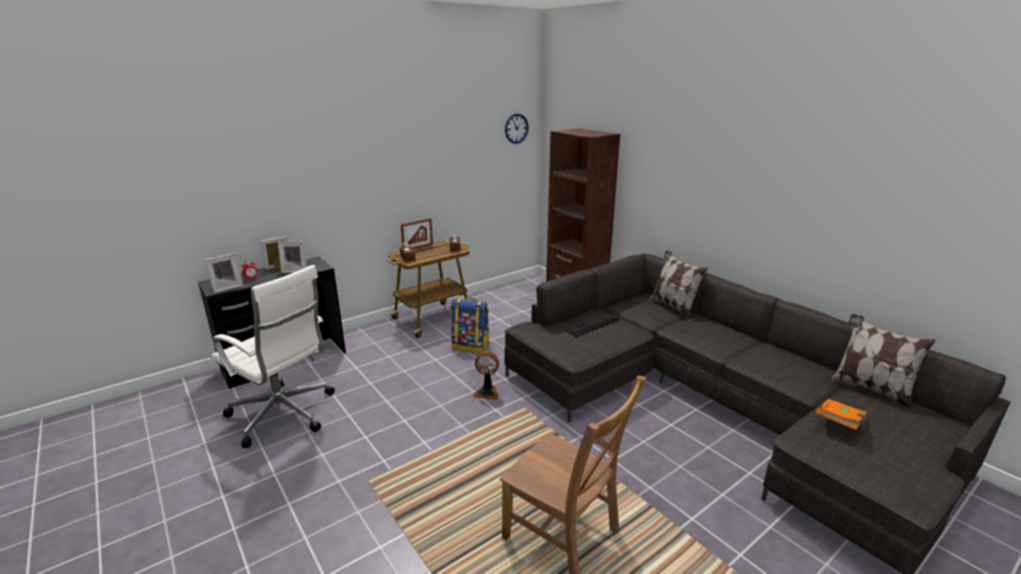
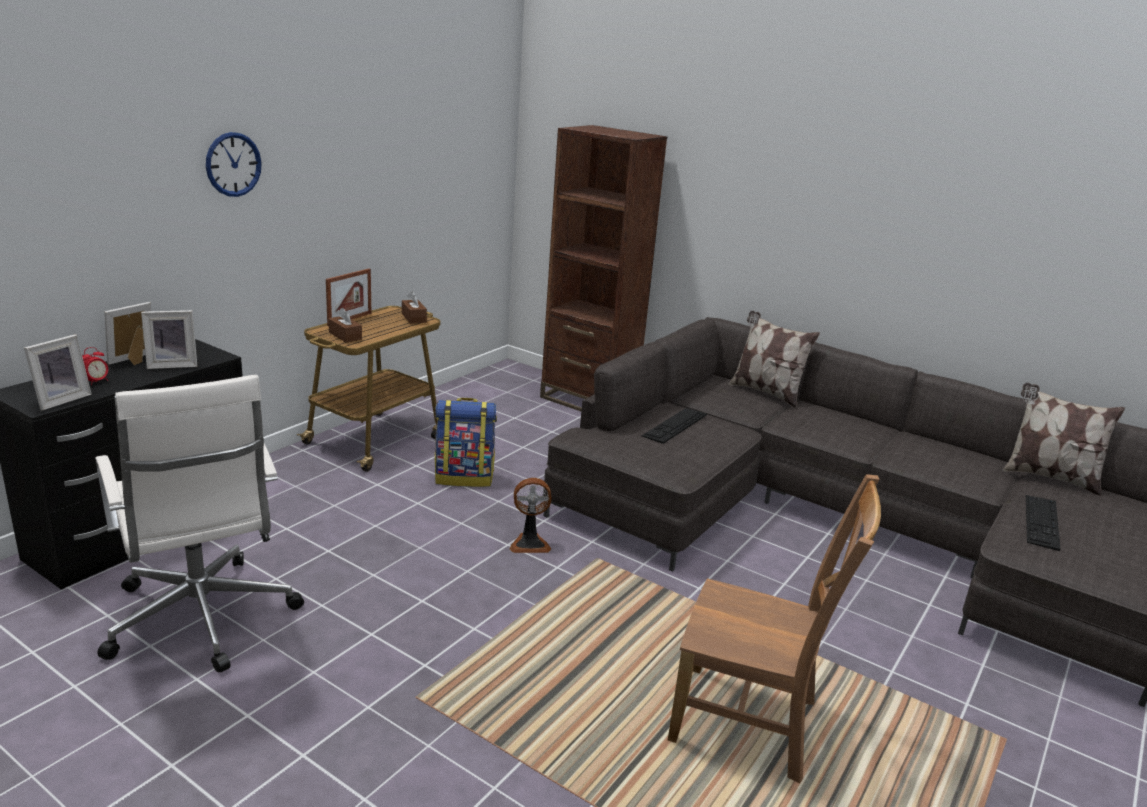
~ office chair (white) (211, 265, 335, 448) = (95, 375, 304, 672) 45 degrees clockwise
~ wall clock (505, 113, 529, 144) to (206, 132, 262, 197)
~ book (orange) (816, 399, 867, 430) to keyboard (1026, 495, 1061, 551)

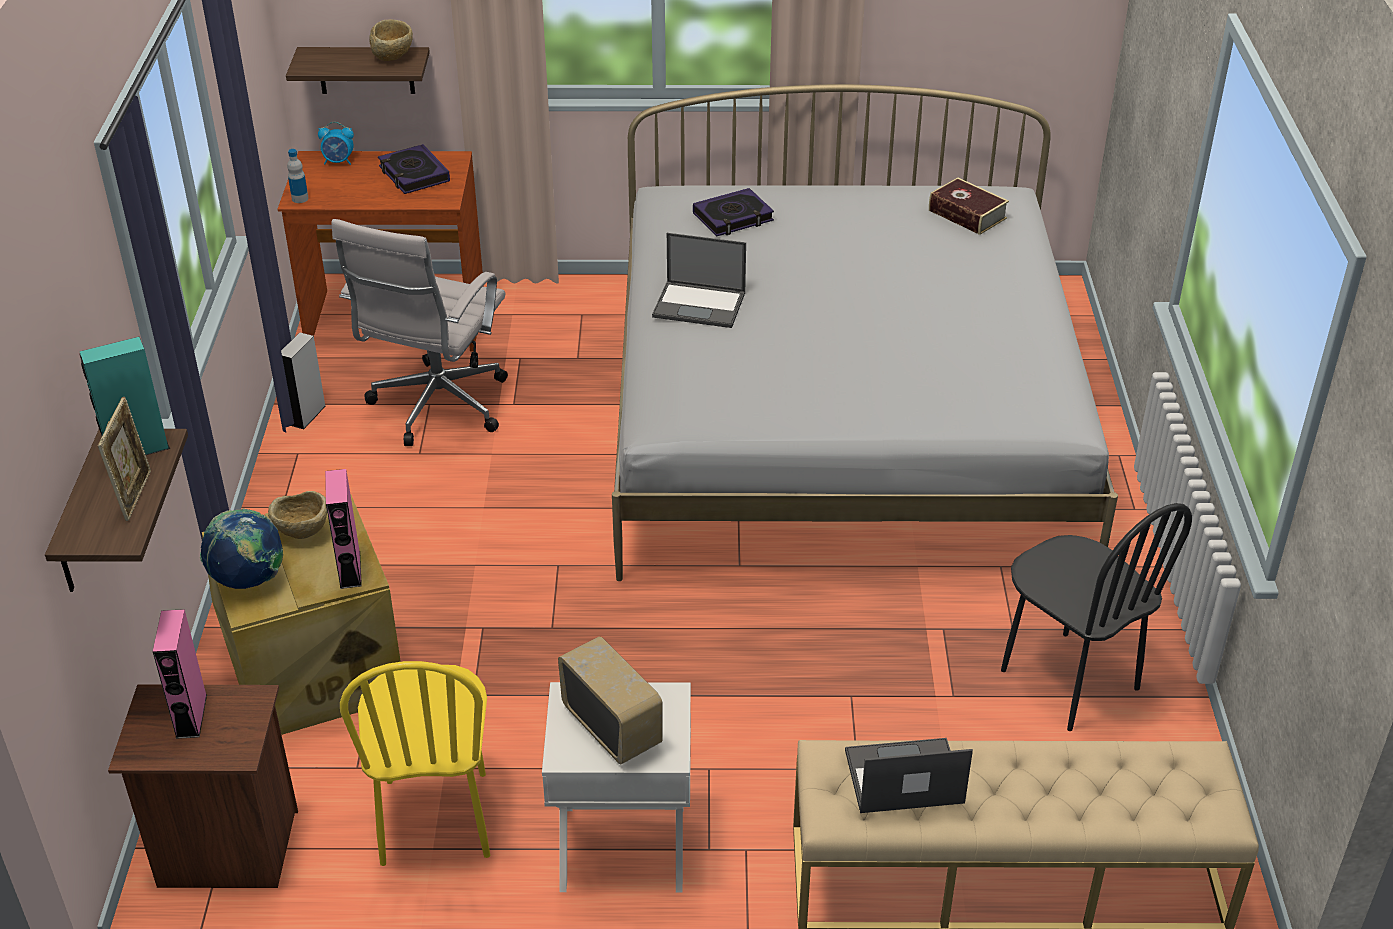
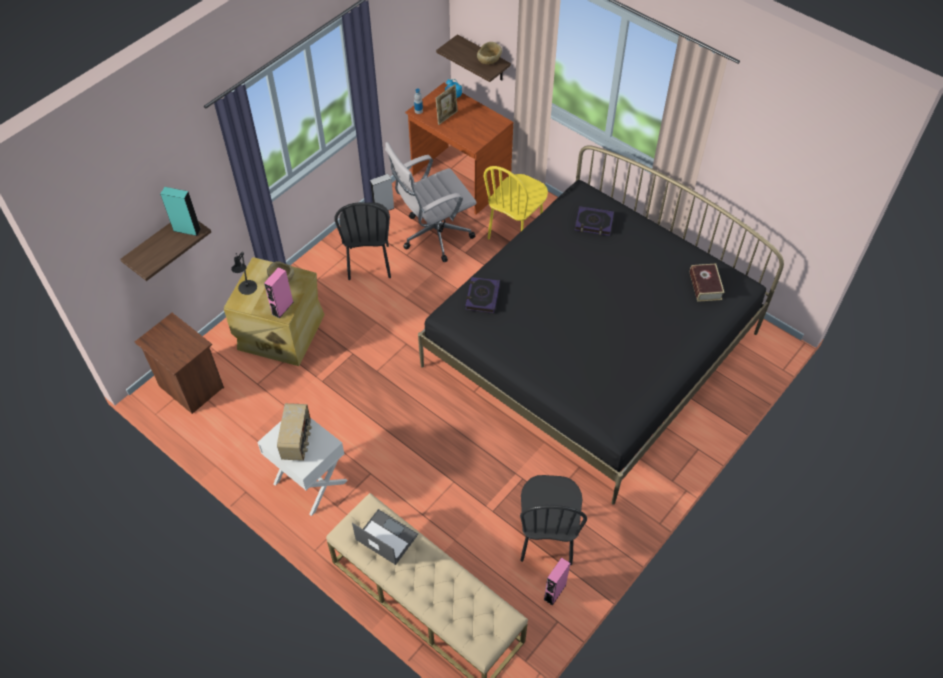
~ globe (200, 508, 283, 589) to table lamp (black) (231, 252, 257, 295)
+ chair (black) (334, 202, 391, 280)
~ bed (white) (612, 84, 1118, 581) to bed (black) (418, 145, 784, 505)
~ picture frame (98, 397, 151, 521) to (436, 84, 458, 125)
~ book (378, 144, 450, 194) to (465, 277, 500, 313)
~ chair (yellow) (340, 661, 490, 866) to (484, 166, 548, 239)
~ speaker (pink) (153, 609, 207, 739) to (544, 557, 570, 606)
- laptop (652, 233, 746, 328)

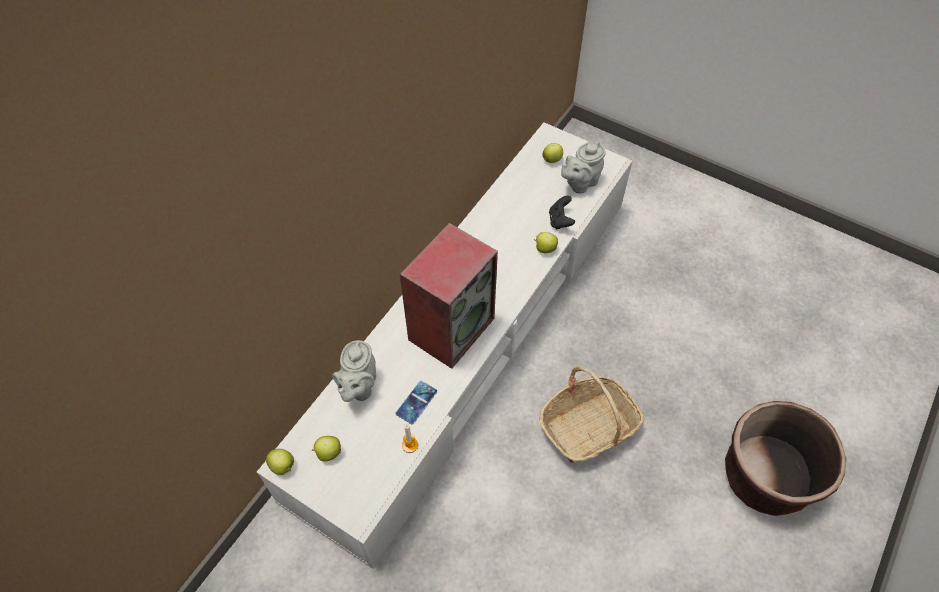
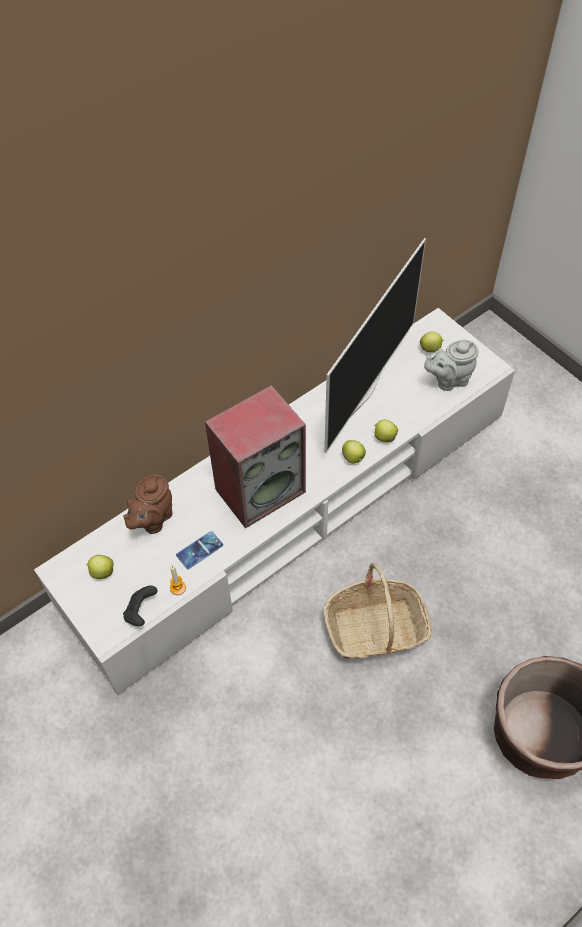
~ teapot (grey) (332, 340, 376, 402) to teapot (brown) (123, 474, 173, 534)
~ game controller (black) (549, 196, 575, 230) to (123, 585, 158, 626)
+ television (324, 238, 426, 453)
~ apple (266, 449, 294, 475) to (342, 440, 366, 464)

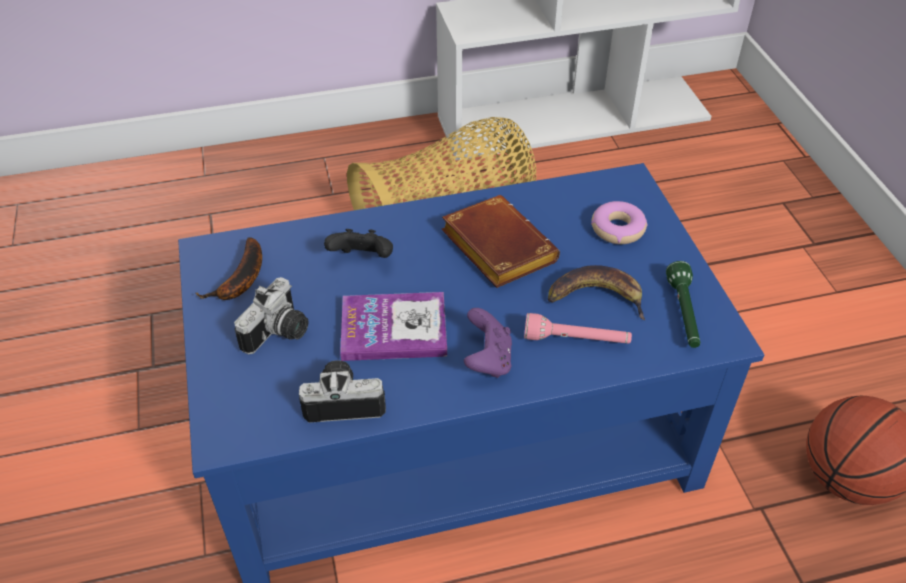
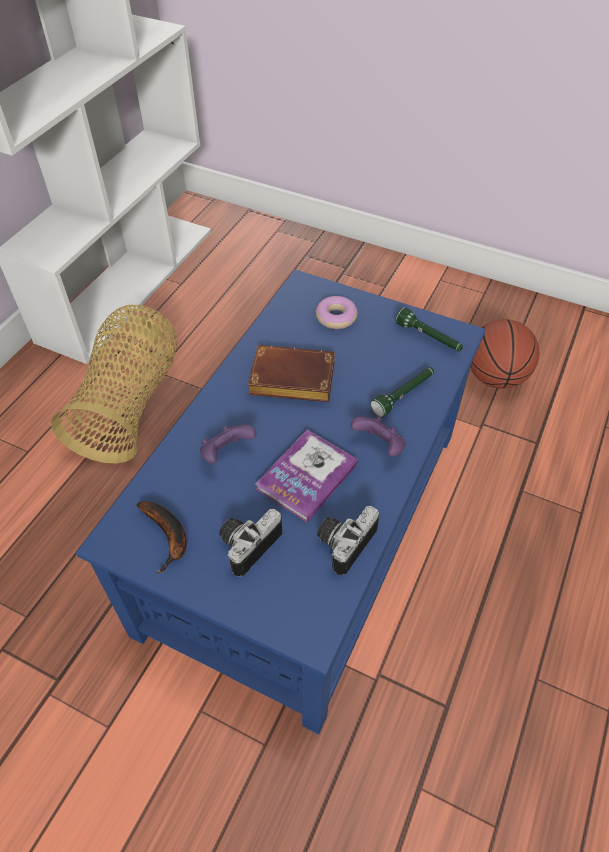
~ game controller (black) (324, 229, 393, 258) to game controller (purple) (200, 424, 256, 464)
~ photo camera (234, 277, 308, 354) = (219, 509, 283, 576) 120 degrees counterclockwise
~ flashlight (pink) (524, 313, 632, 344) to flashlight (green) (370, 367, 434, 417)
- banana (548, 265, 645, 320)

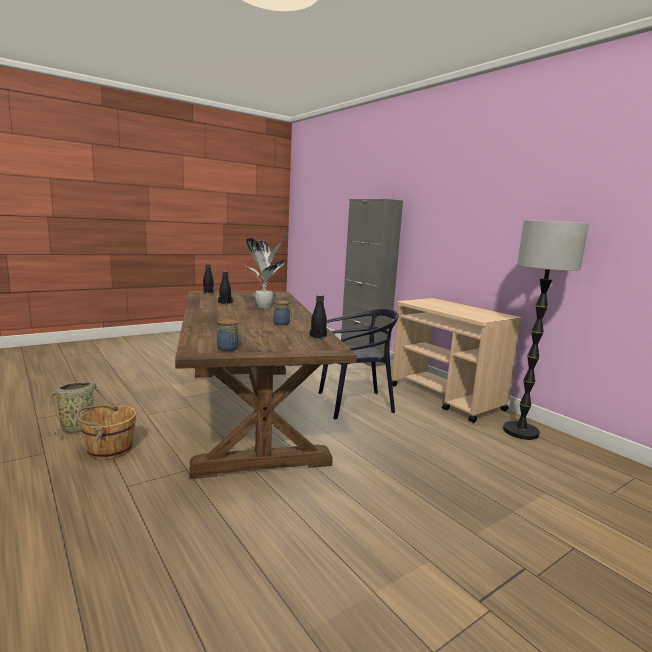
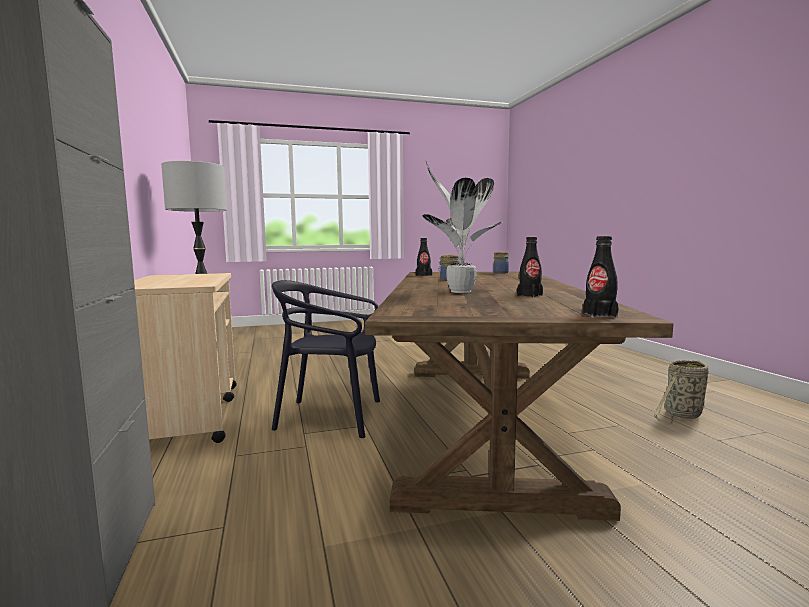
- bucket (brown) (76, 404, 136, 460)

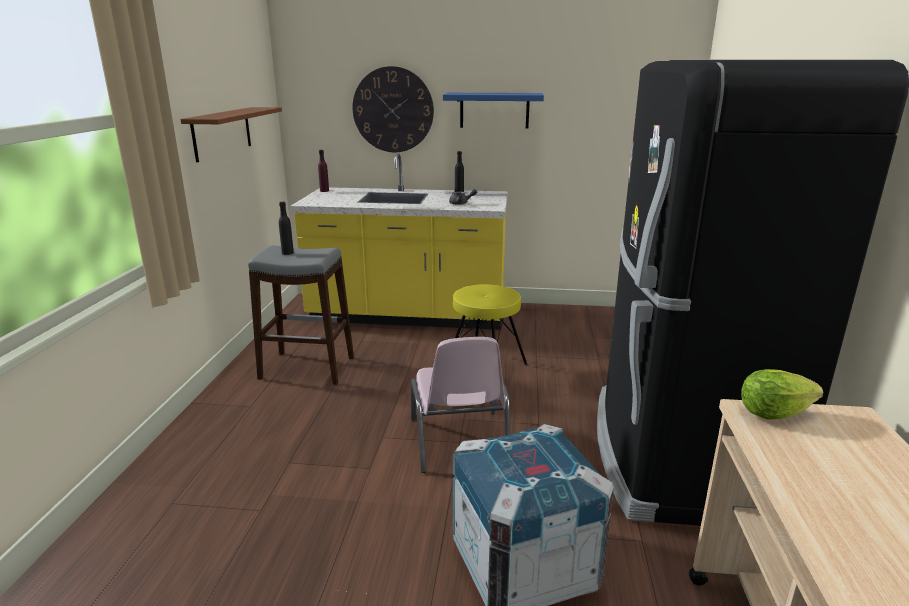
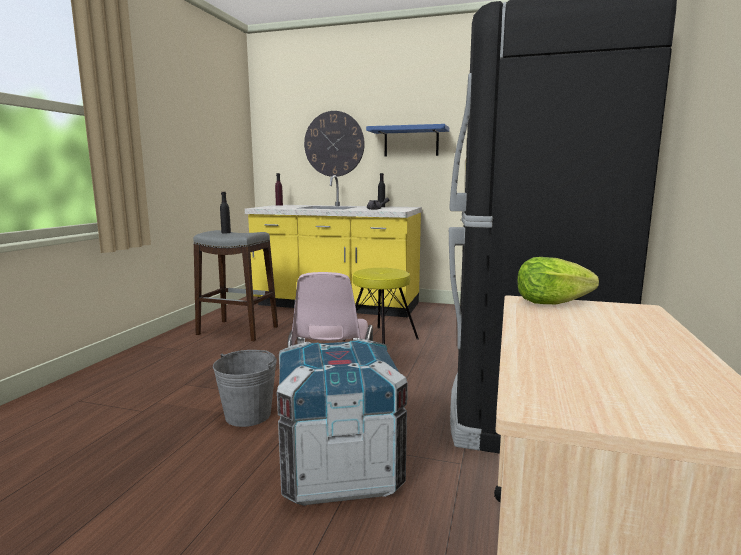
+ bucket (grey) (213, 350, 277, 427)
- shelf (brown) (180, 107, 282, 162)

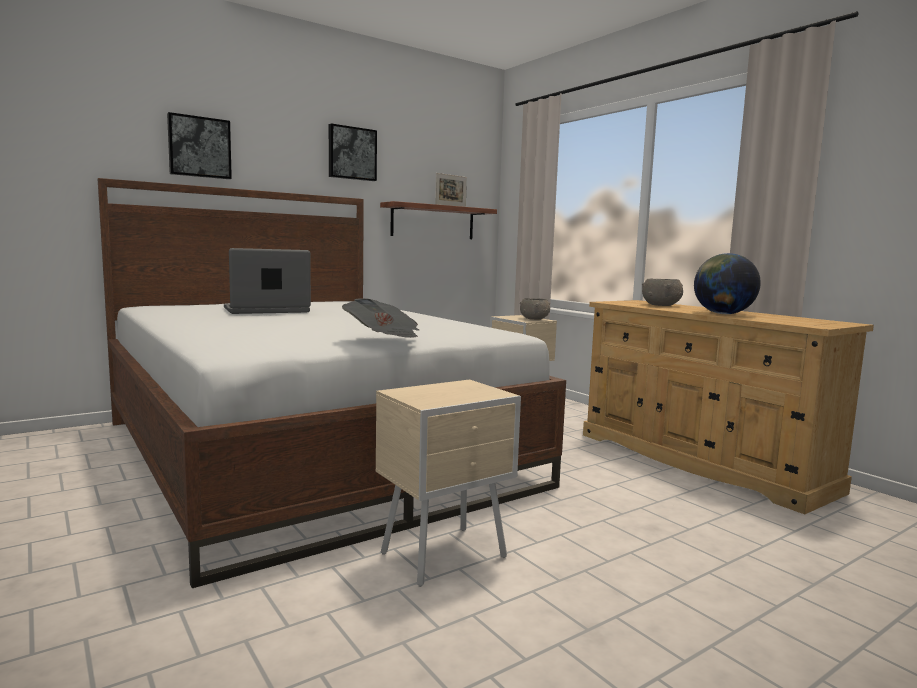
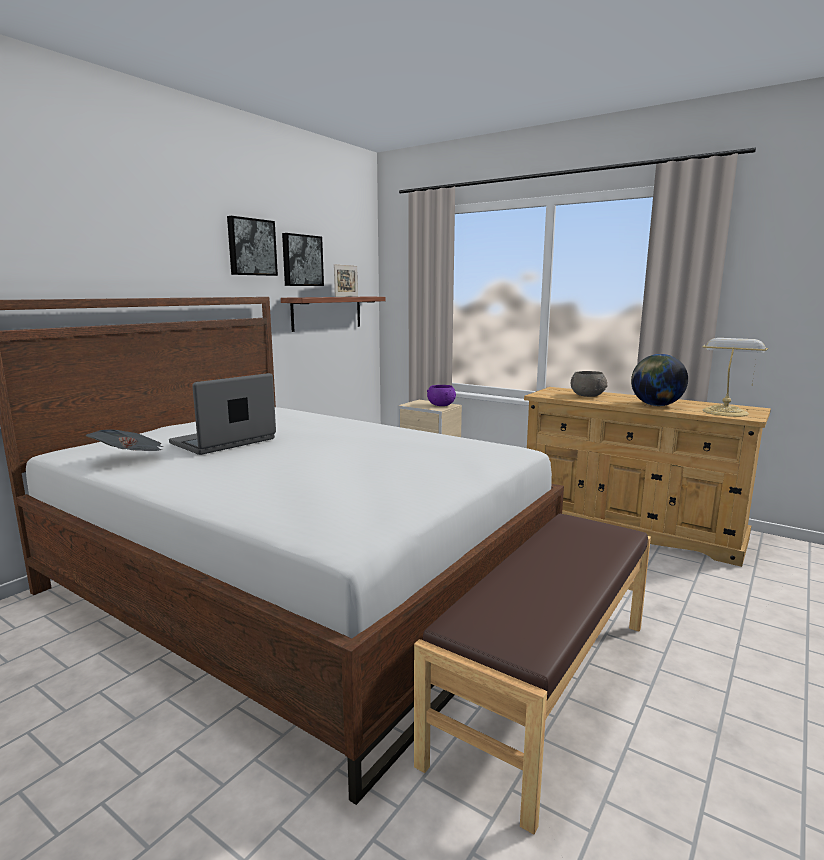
~ newspaper (342, 298, 419, 338) to (85, 429, 163, 451)
~ picture (167, 112, 232, 179) to (282, 233, 324, 286)
~ nightstand (beige) (376, 379, 521, 587) to bench (brown) (414, 513, 651, 835)
~ bowl (grey) (520, 298, 550, 320) to bowl (purple) (427, 385, 456, 406)
+ table lamp (702, 338, 768, 417)

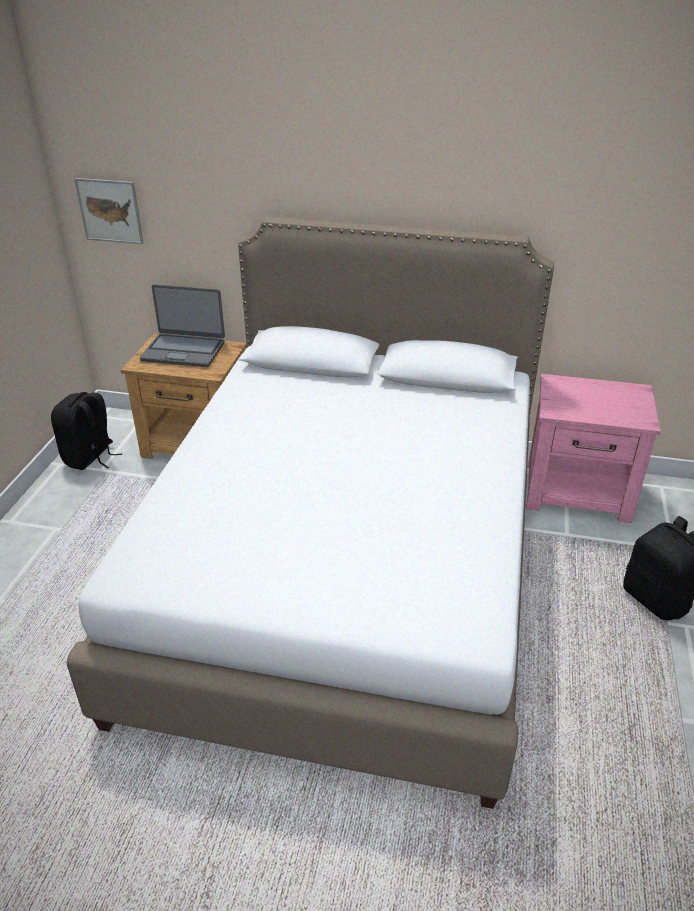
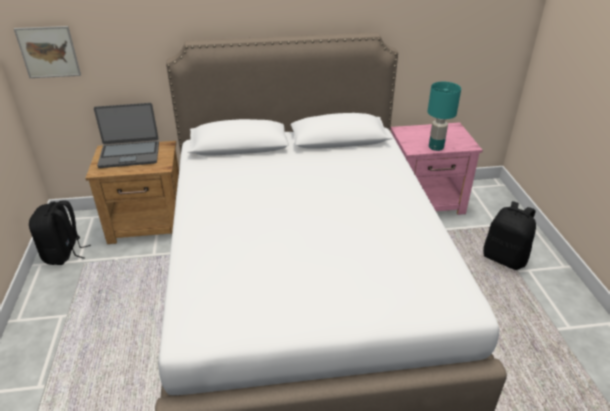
+ table lamp (turquoise) (427, 82, 461, 151)

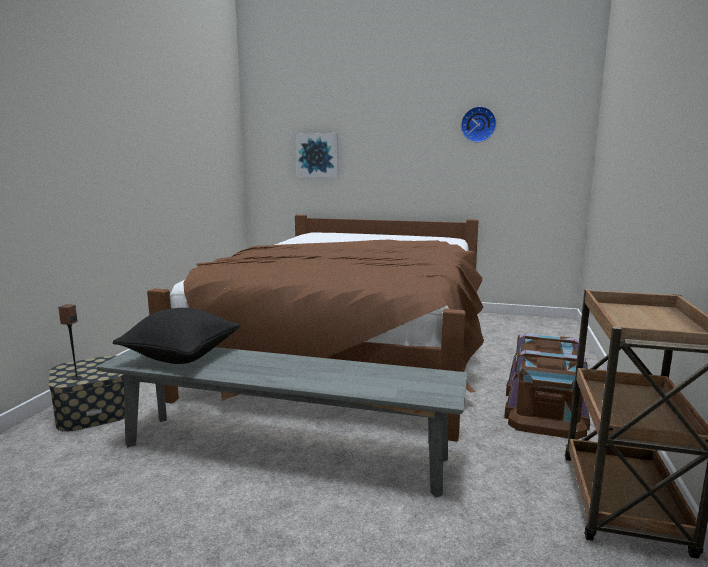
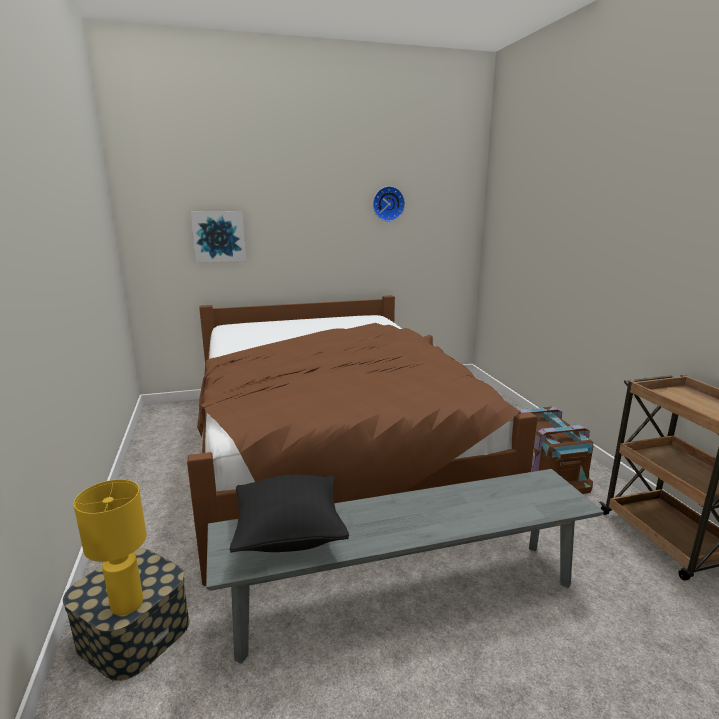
~ speaker (58, 304, 82, 380) to table lamp (yellow) (74, 479, 147, 616)

